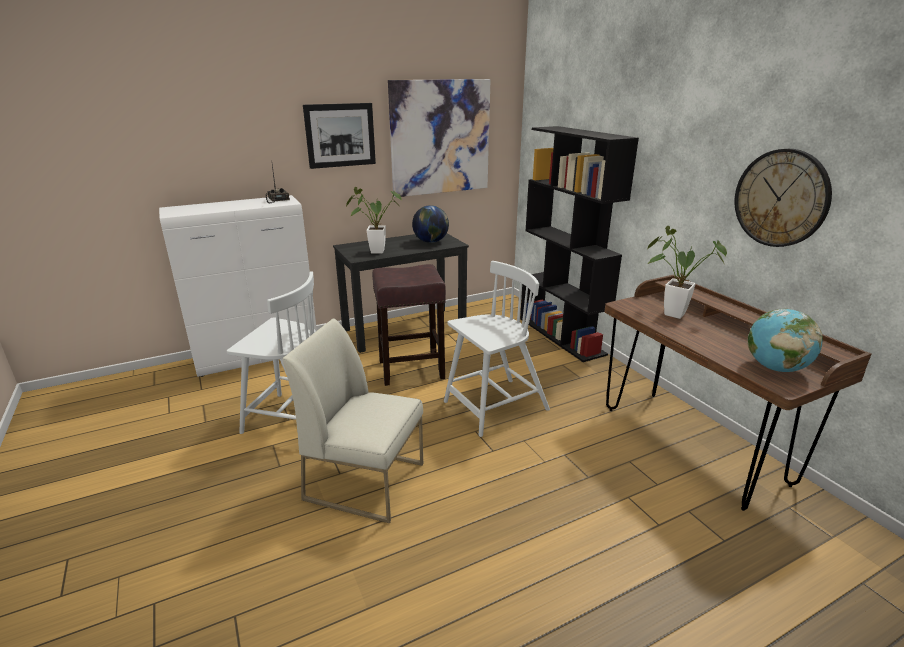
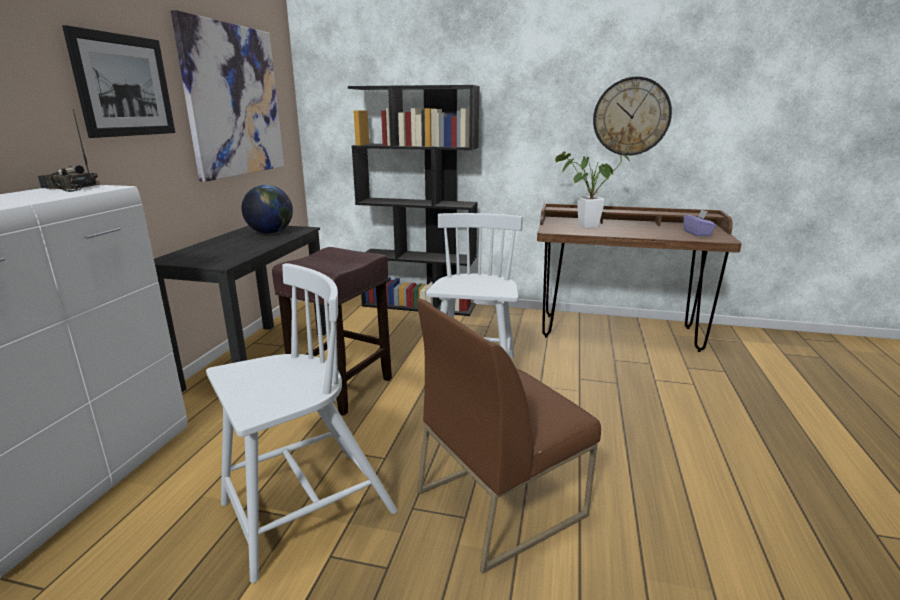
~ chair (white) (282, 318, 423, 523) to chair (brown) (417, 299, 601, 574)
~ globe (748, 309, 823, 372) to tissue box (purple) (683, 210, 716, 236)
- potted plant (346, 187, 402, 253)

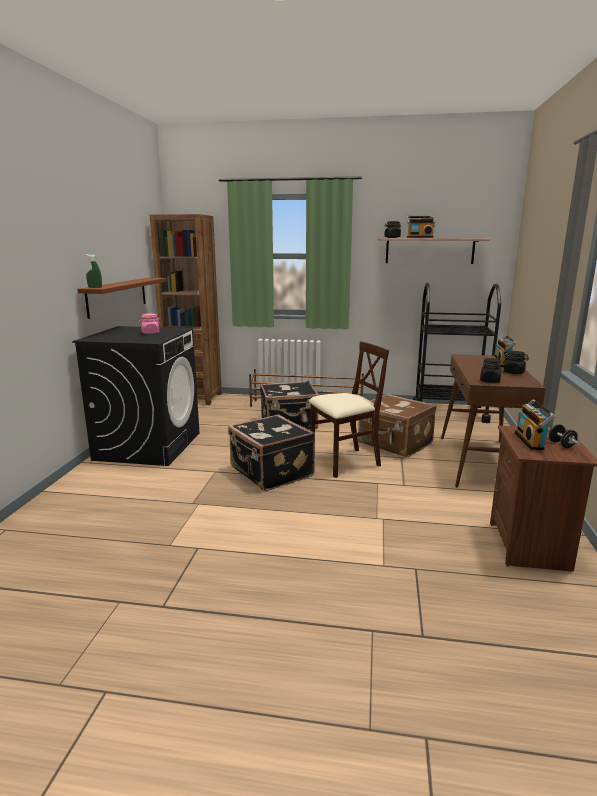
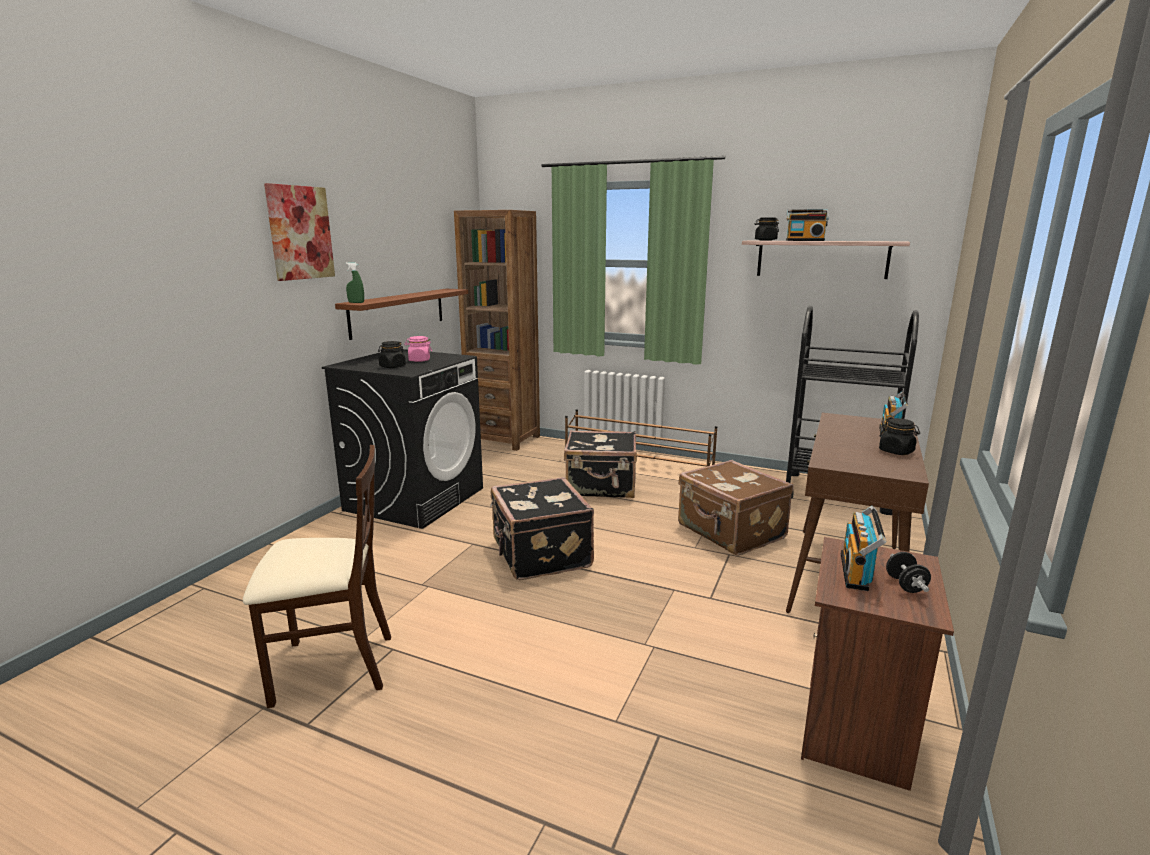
~ chair (beige) (309, 341, 389, 478) to (243, 445, 391, 708)
+ picture (264, 183, 335, 281)
~ jar (black) (480, 358, 501, 383) to (378, 341, 406, 368)

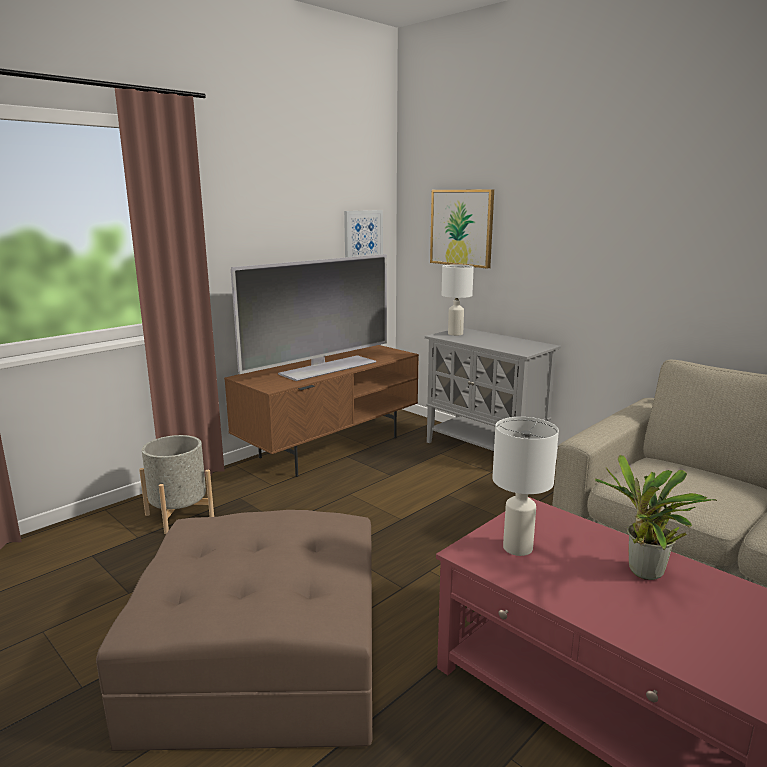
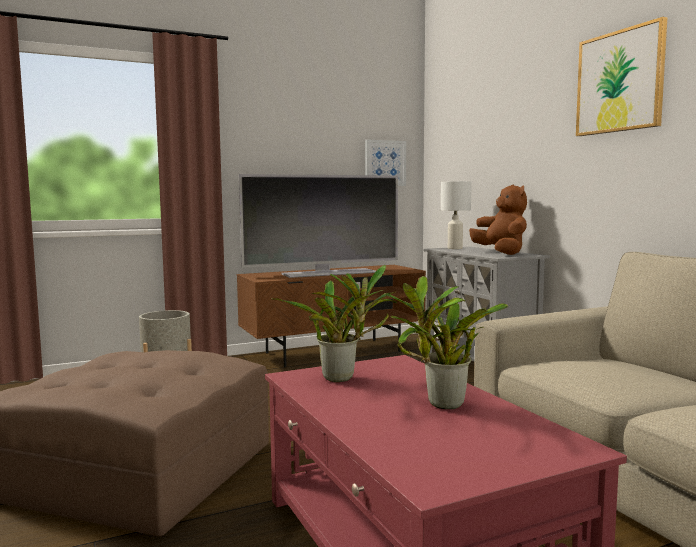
~ table lamp (white) (492, 417, 559, 556) to potted plant (271, 265, 397, 382)
+ plush toy (brown) (469, 184, 527, 255)
~ picture (430, 189, 494, 269) to (576, 17, 668, 136)

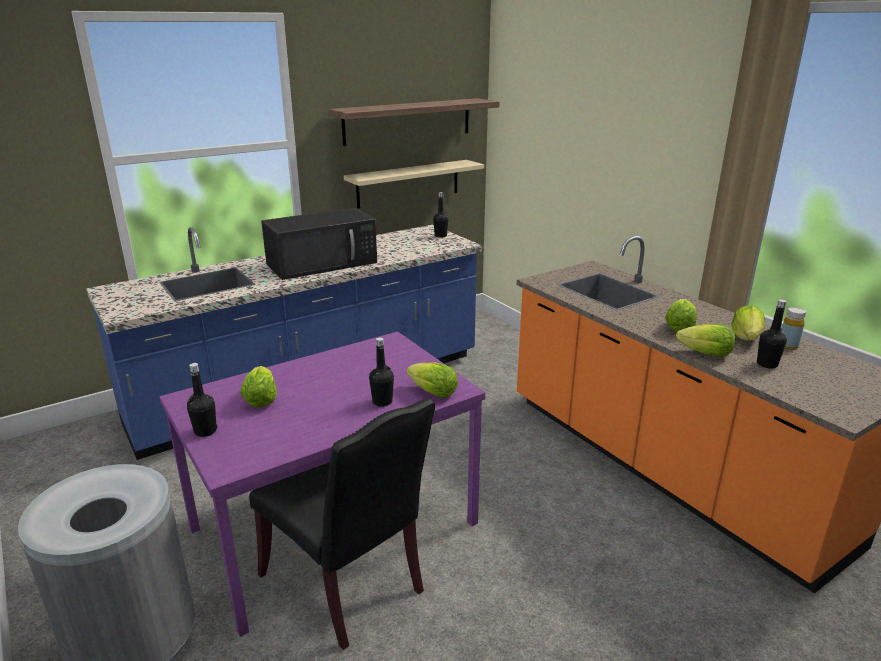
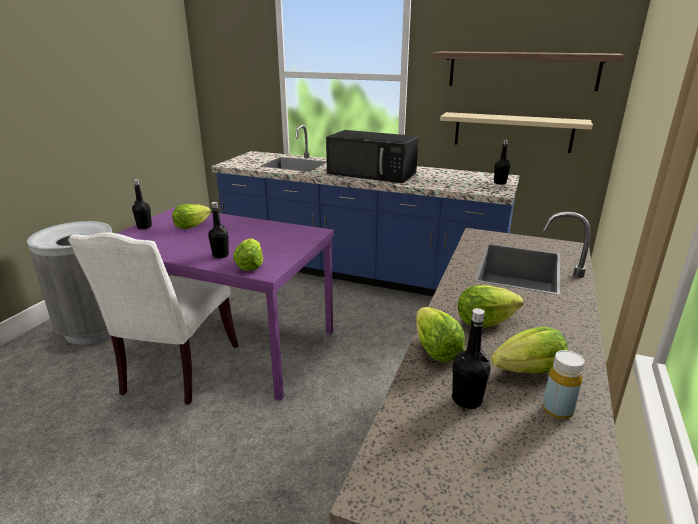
~ chair (black) (249, 398, 435, 650) to chair (white) (68, 233, 239, 405)

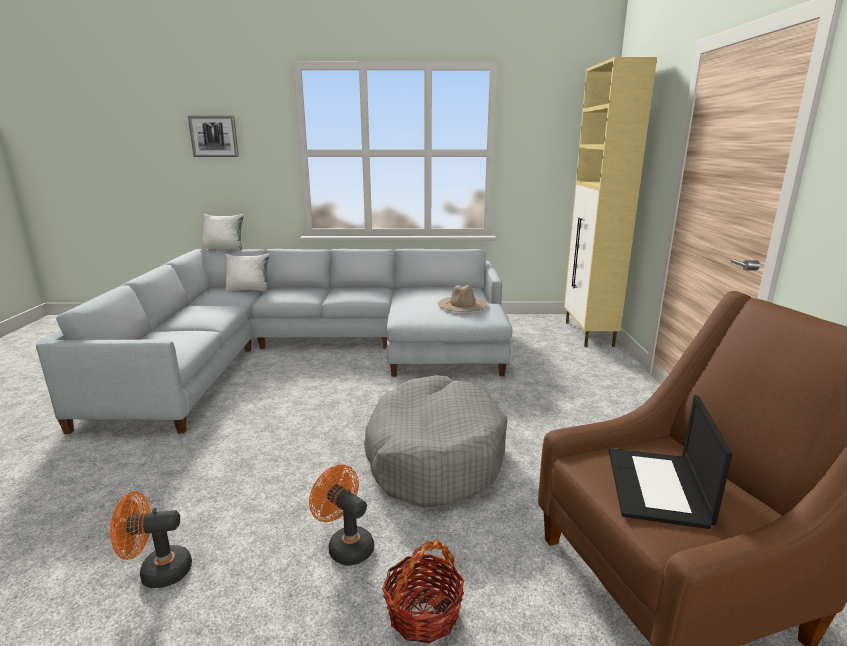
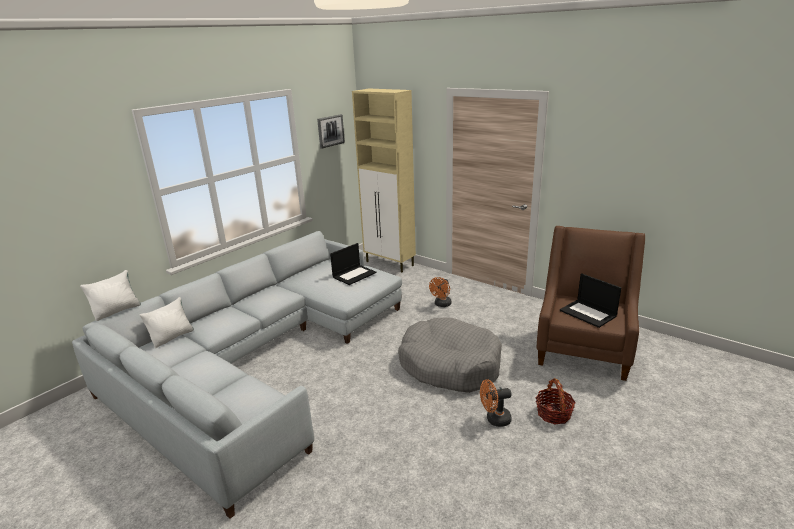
~ picture (188, 116, 239, 157) to (317, 114, 345, 149)
~ hat (beige) (438, 285, 488, 312) to laptop (330, 243, 377, 285)
~ fan (orange) (110, 491, 192, 588) to (429, 277, 452, 307)

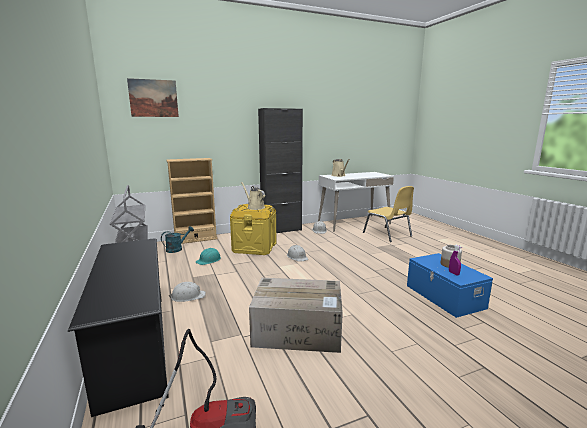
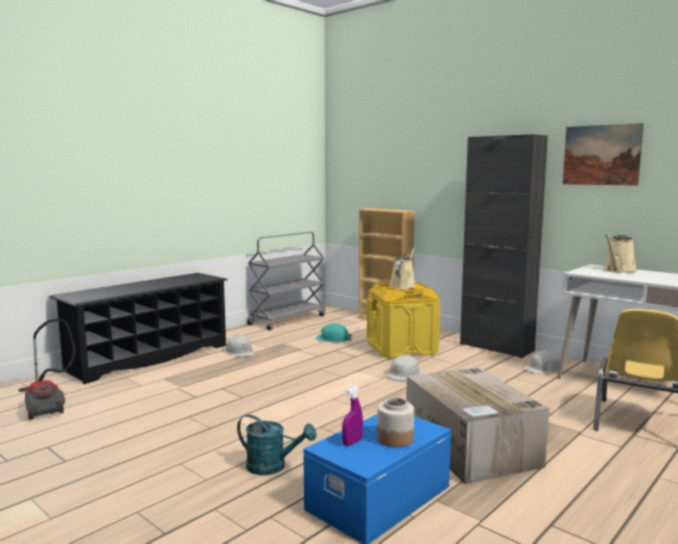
~ watering can (turquoise) (161, 226, 194, 253) to (237, 414, 317, 475)
~ cardboard box (249, 278, 343, 353) to (406, 367, 549, 484)
~ picture (127, 78, 179, 117) to (563, 123, 644, 186)

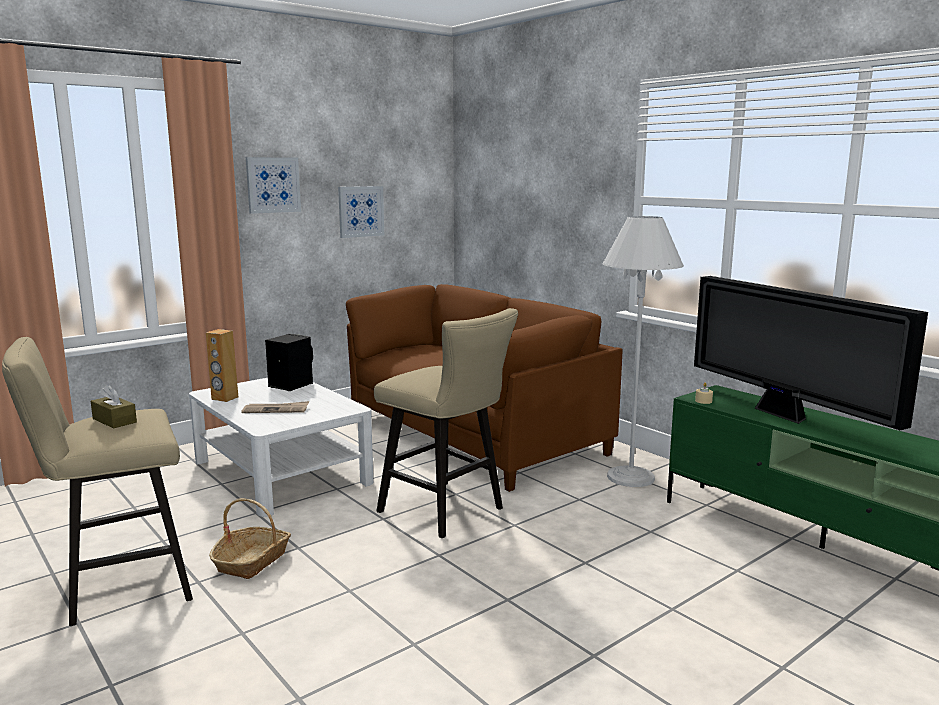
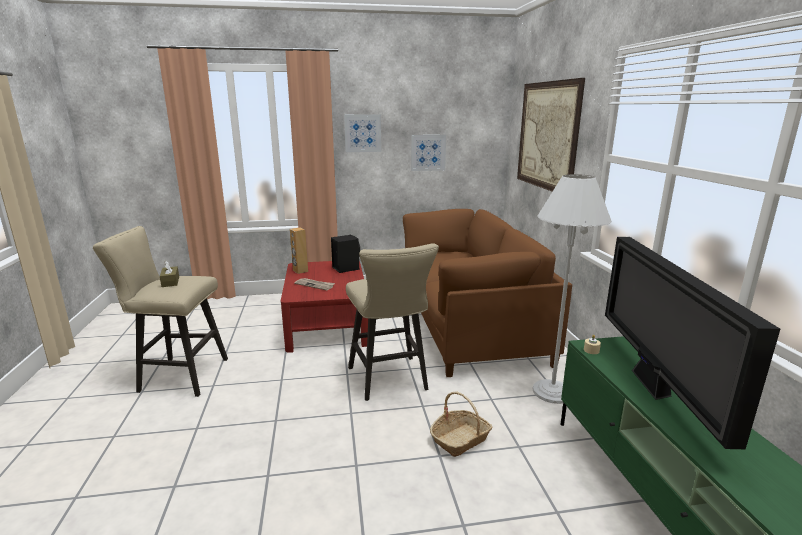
~ coffee table (white) (189, 378, 373, 517) to coffee table (red) (281, 261, 368, 353)
~ basket (209, 498, 291, 579) to (430, 391, 492, 457)
+ picture (517, 78, 585, 192)

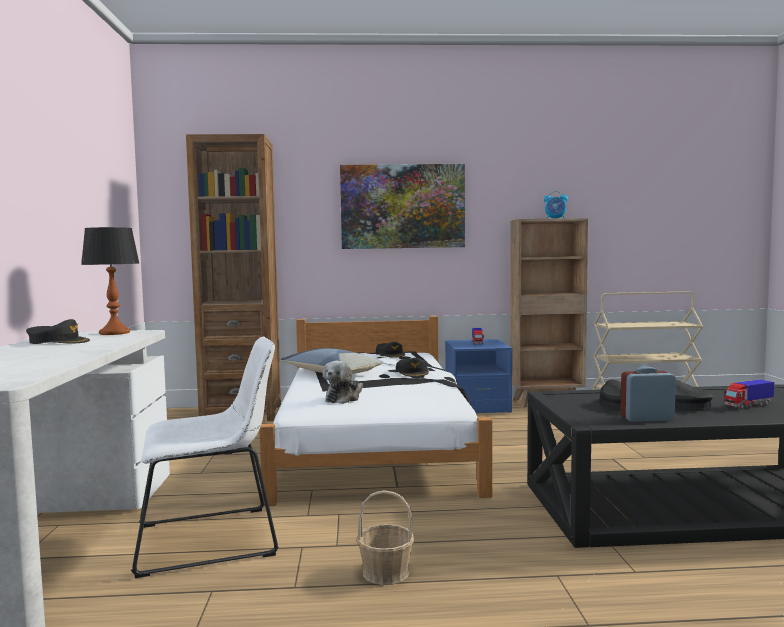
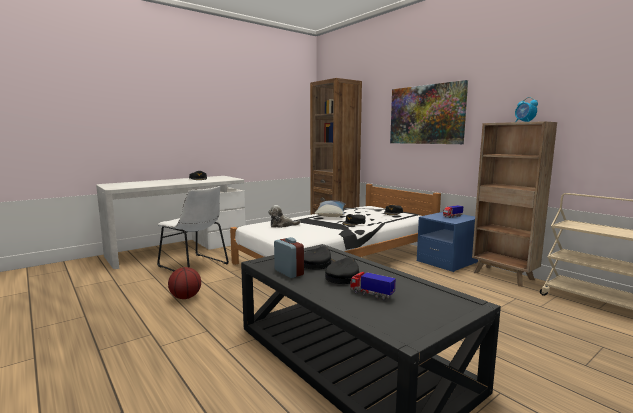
~ basket (357, 490, 414, 585) to basketball (168, 267, 201, 299)
- table lamp (81, 227, 140, 335)

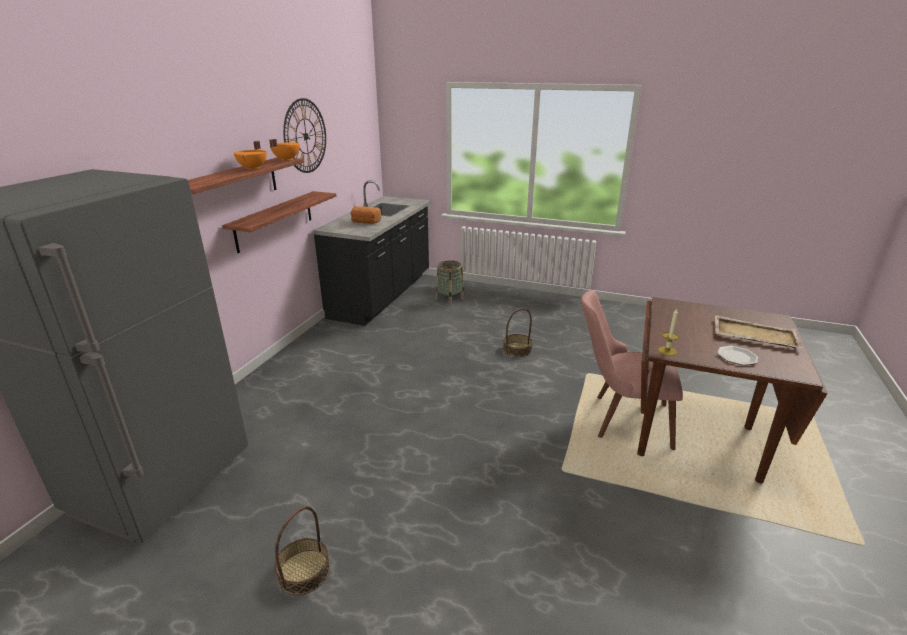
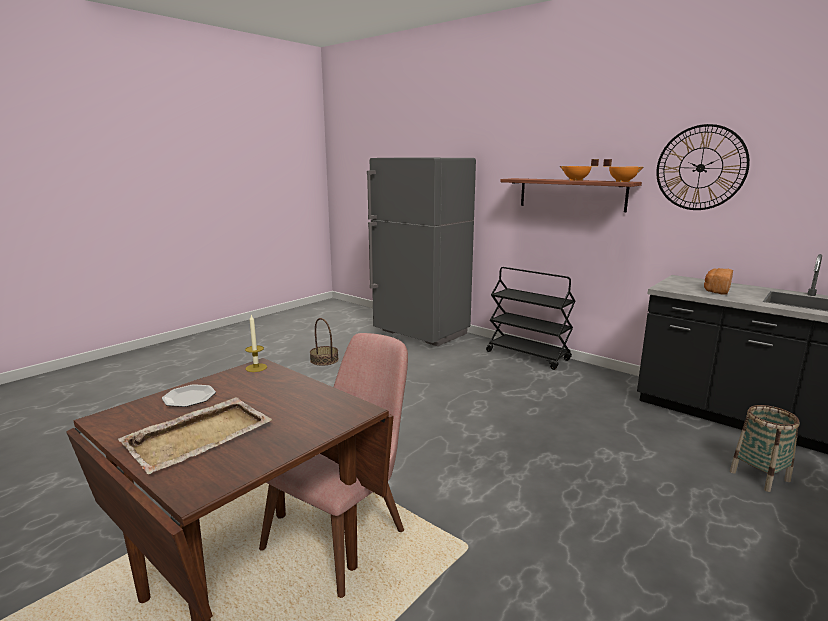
+ cart (black) (486, 267, 575, 370)
- shelf (222, 191, 336, 253)
- basket (503, 308, 533, 357)

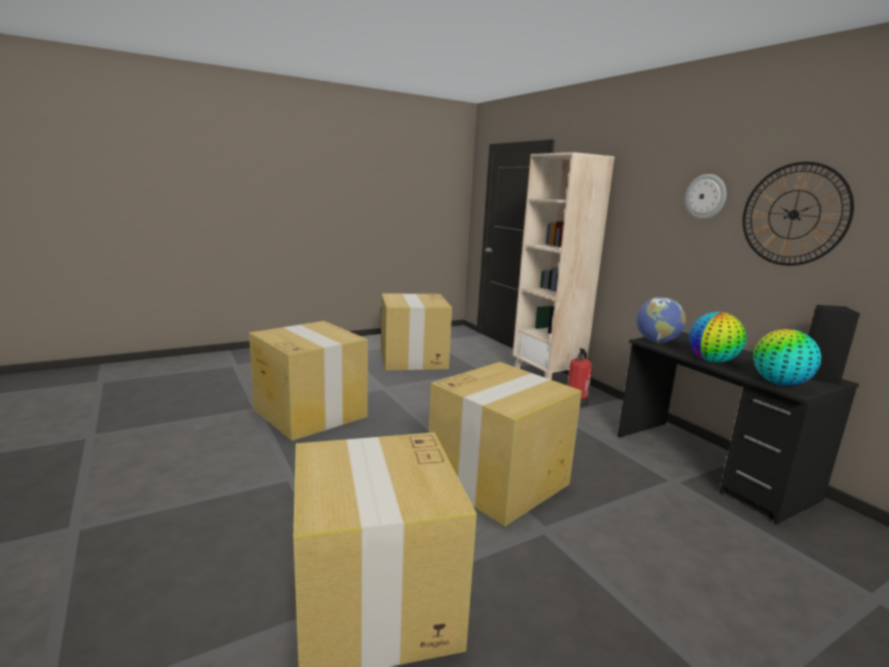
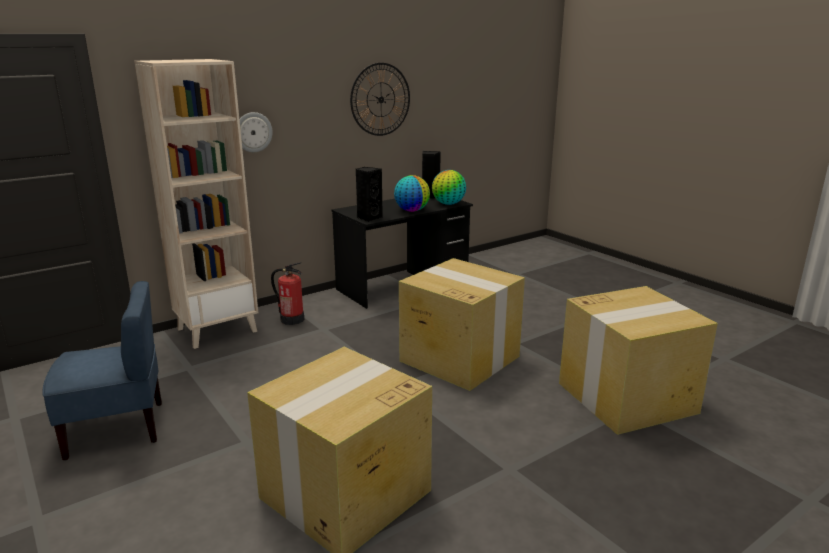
~ cardboard box (381, 293, 452, 370) to chair (blue) (42, 281, 162, 460)
~ wall clock (685, 174, 727, 219) to (239, 112, 273, 152)
~ globe (637, 297, 686, 343) to speaker (black) (356, 167, 383, 222)

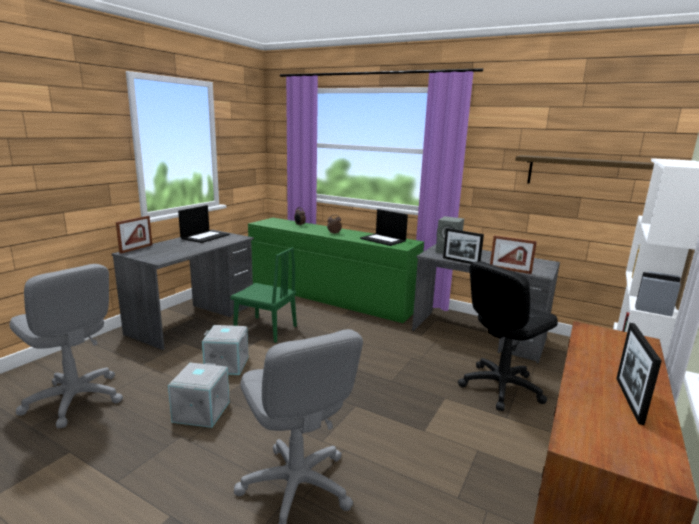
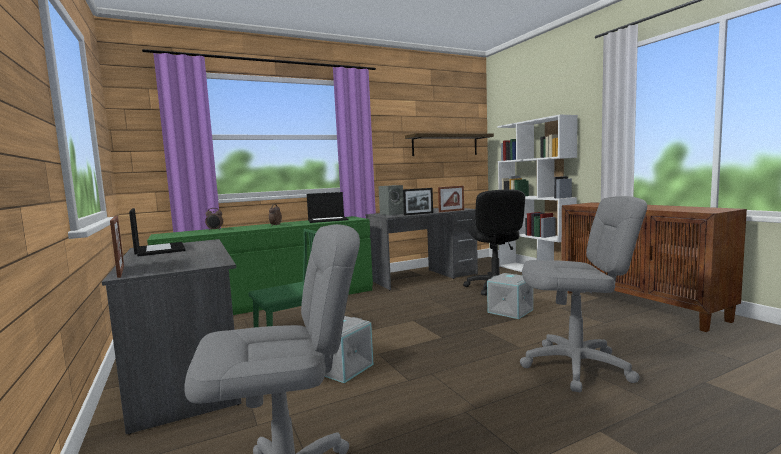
~ storage box (grey) (168, 363, 230, 428) to (487, 273, 533, 319)
- picture frame (616, 323, 662, 425)

